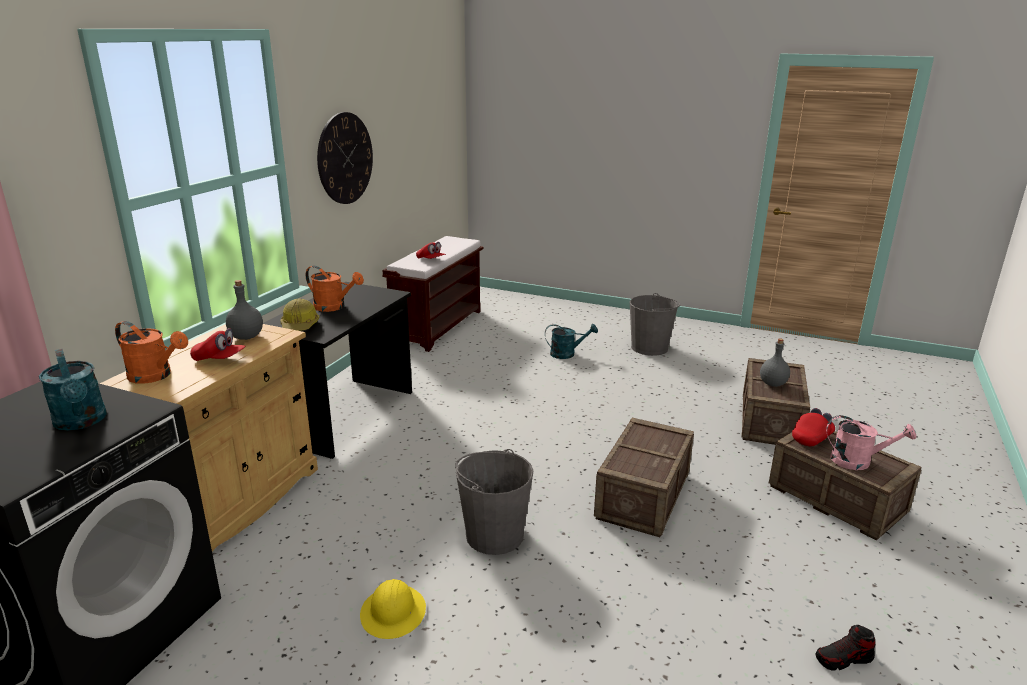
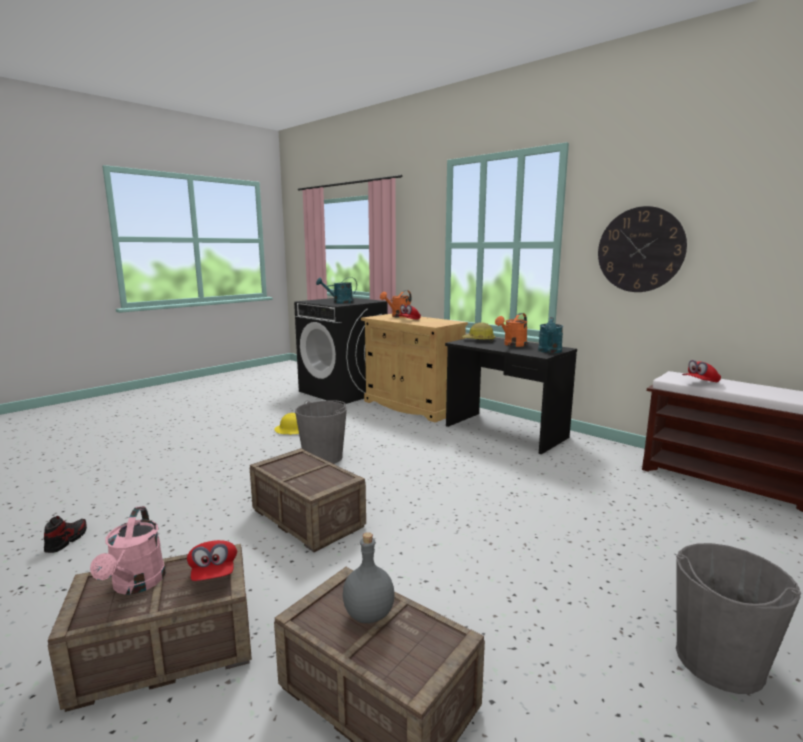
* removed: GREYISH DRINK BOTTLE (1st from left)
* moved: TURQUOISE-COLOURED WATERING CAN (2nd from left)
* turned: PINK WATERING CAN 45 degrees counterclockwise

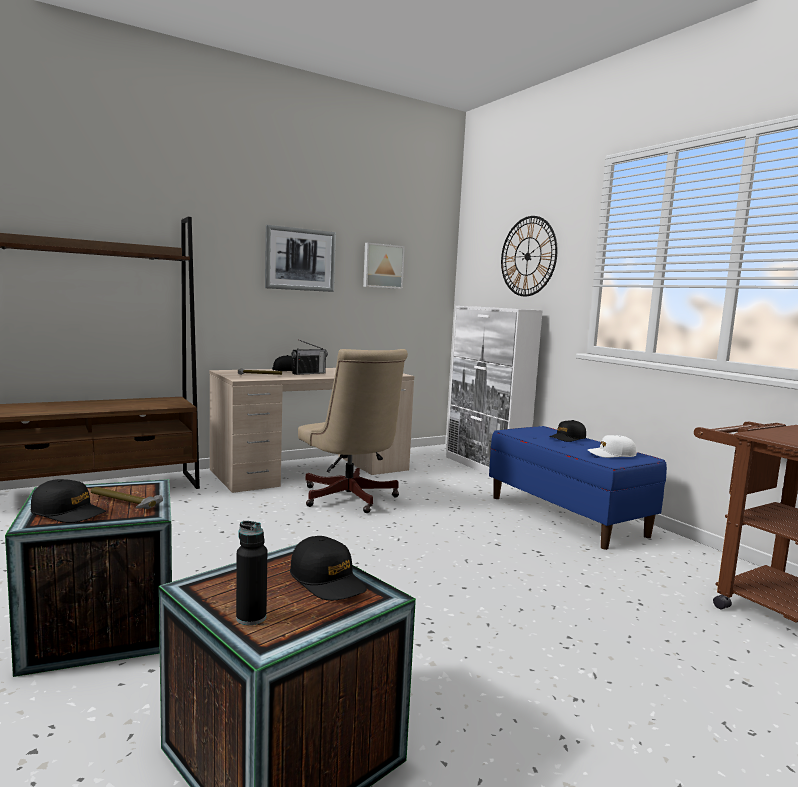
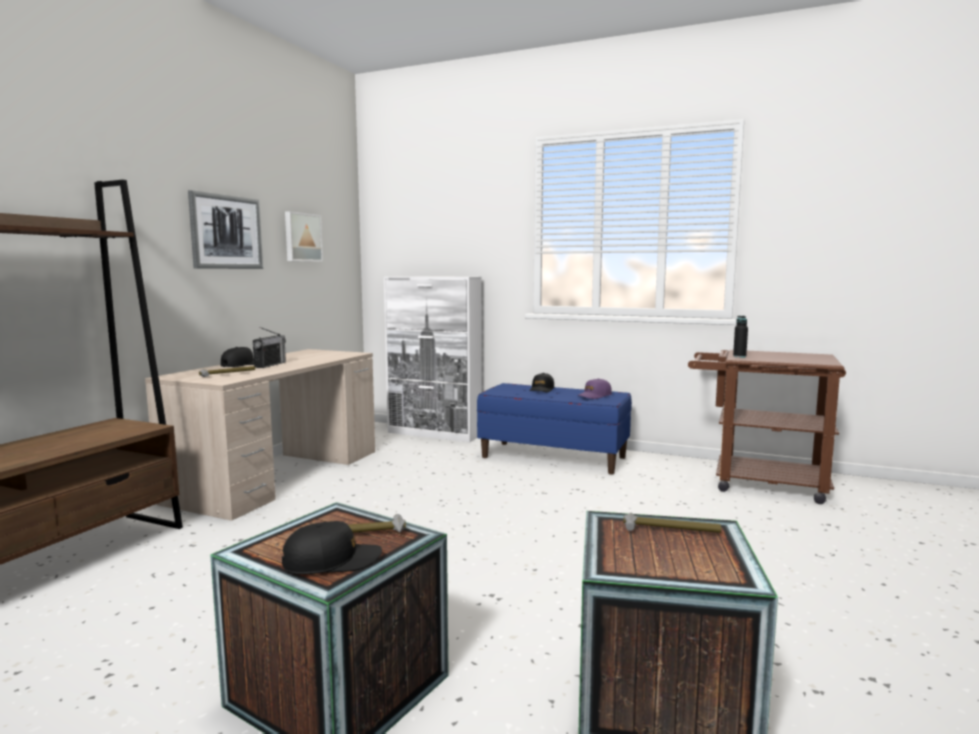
* moved: BLACK DRINK BOTTLE
* replaced: BLACK CAP (3rd from left) to HAND HAMMER (3rd from left)
* removed: SAND-COLOURED OFFICE CHAIR
* removed: CLOCK ON THE WALL
* recoloured: WHITE CAP to PURPLE-COLOURED CAP

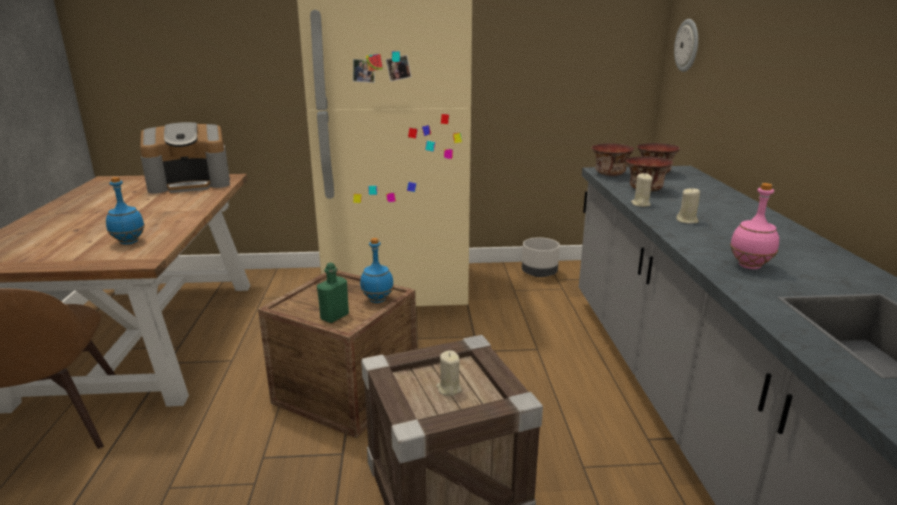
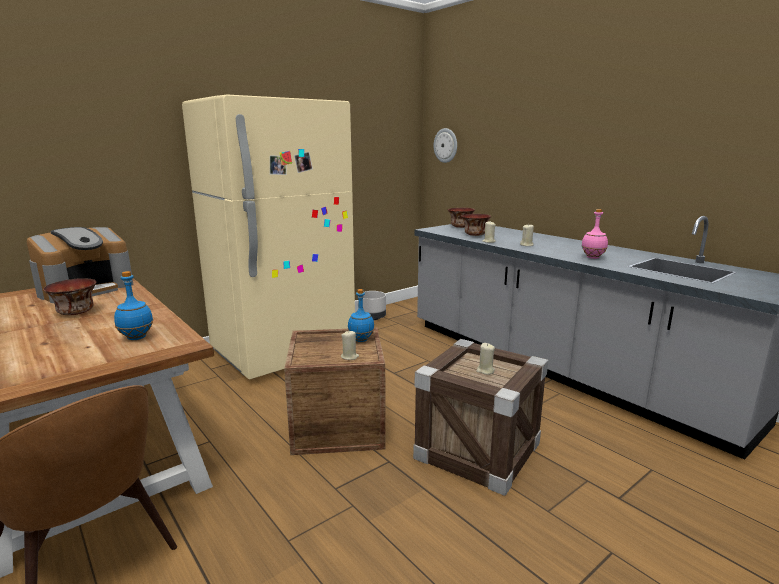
* replaced: GREENISH DRINK BOTTLE to SAND-COLOURED WAX LIGHT (1st from left)
* moved: SERVING BOWL (1st from left)

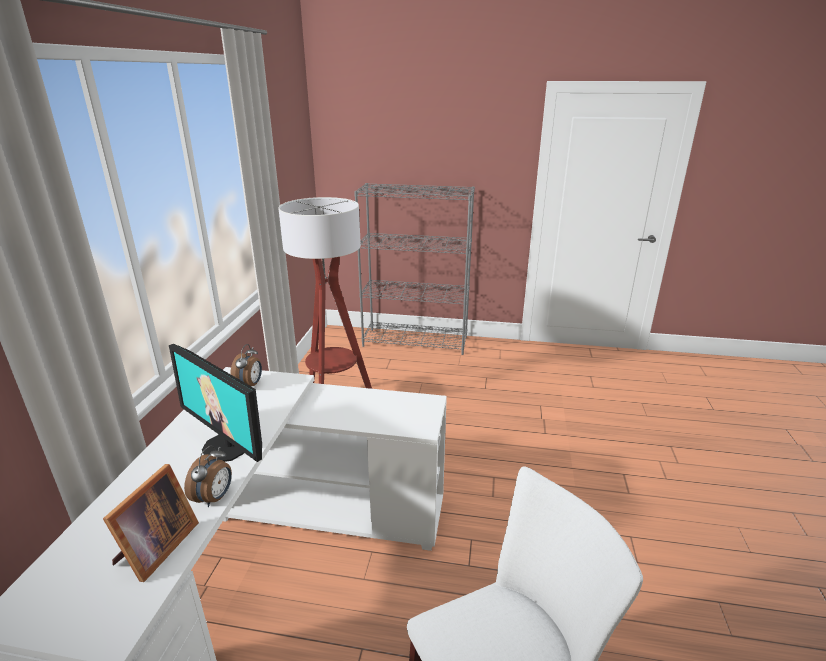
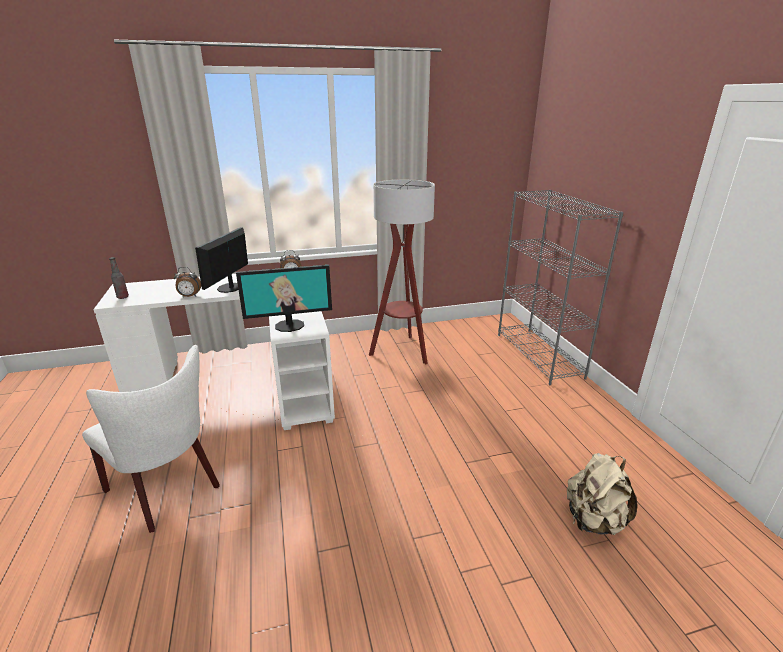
* removed: STANDING FRAME
* added: DRINK BOTTLE
* added: COMPUTER DISPLAY (2nd from left)
* added: SAND-COLOURED KNAPSACK

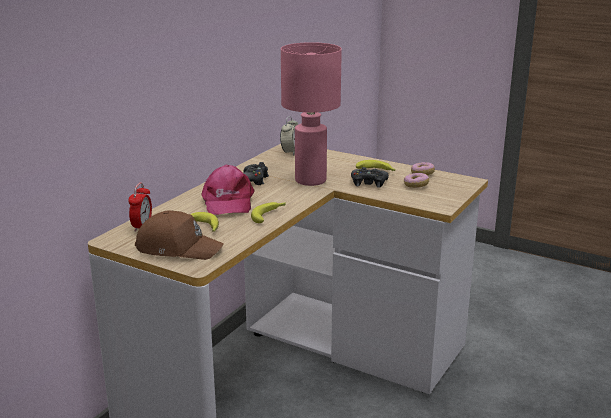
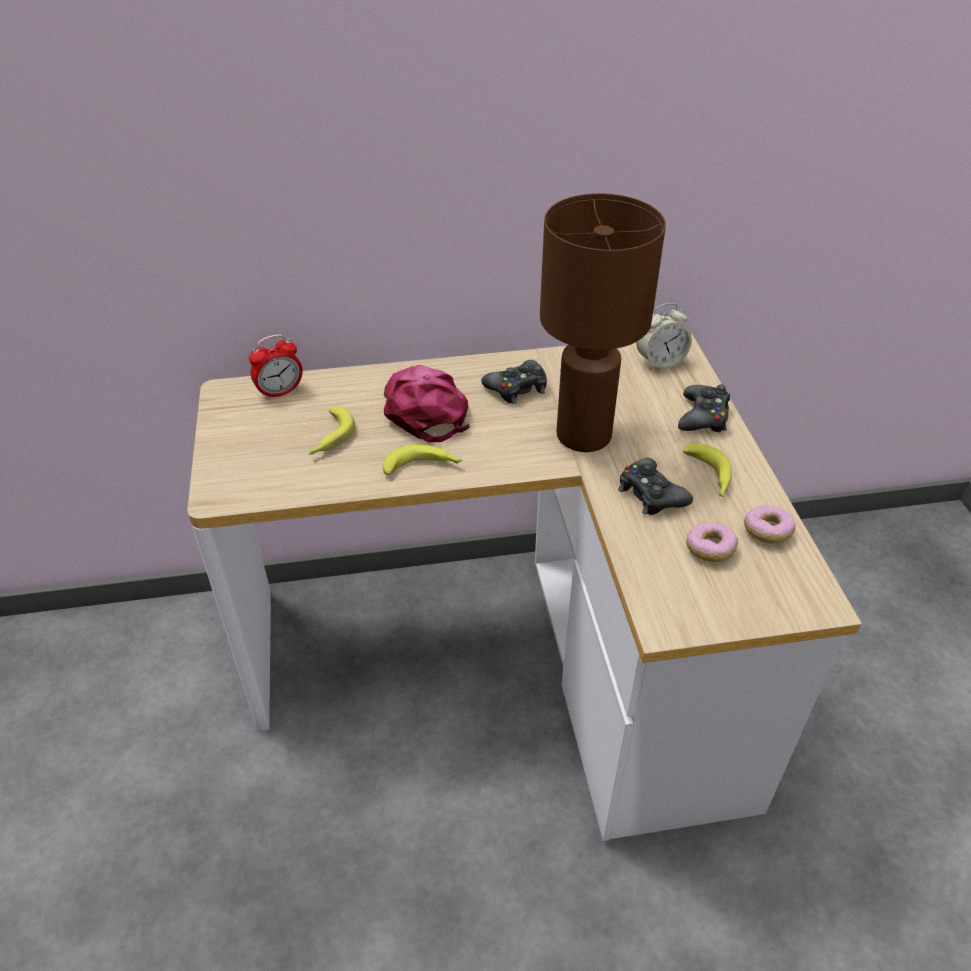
* removed: BROWN-COLOURED CAP
* turned: PINK CAP 120 degrees clockwise
* recoloured: PINK TABLE LAMP to BROWN-COLOURED TABLE LAMP
* added: BLACK GAME CONTROLLER (3rd from left)

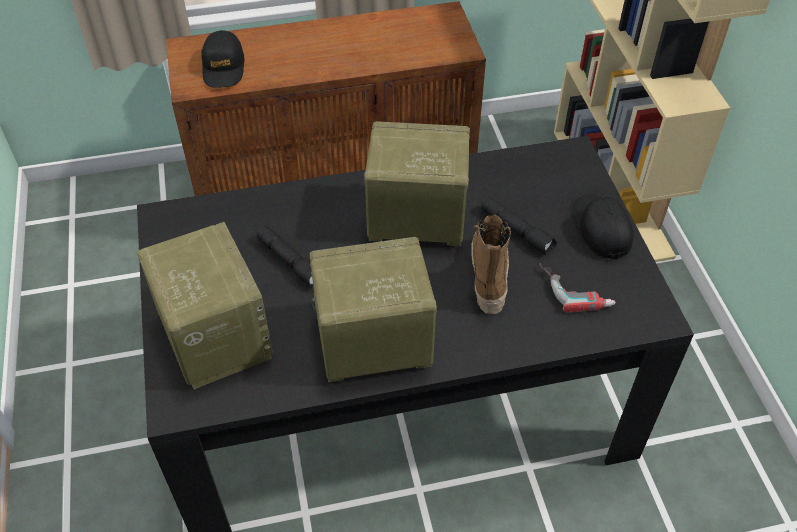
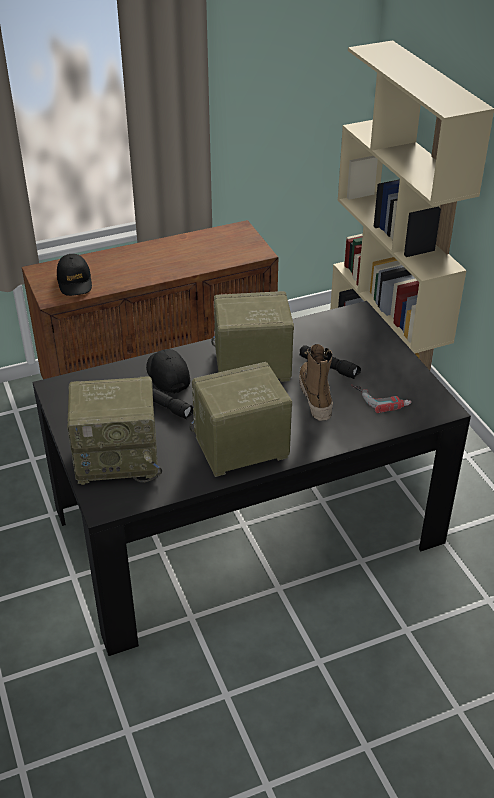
* turned: RADIO (1st from left) 120 degrees clockwise
* moved: BLACK CAP (2nd from left)

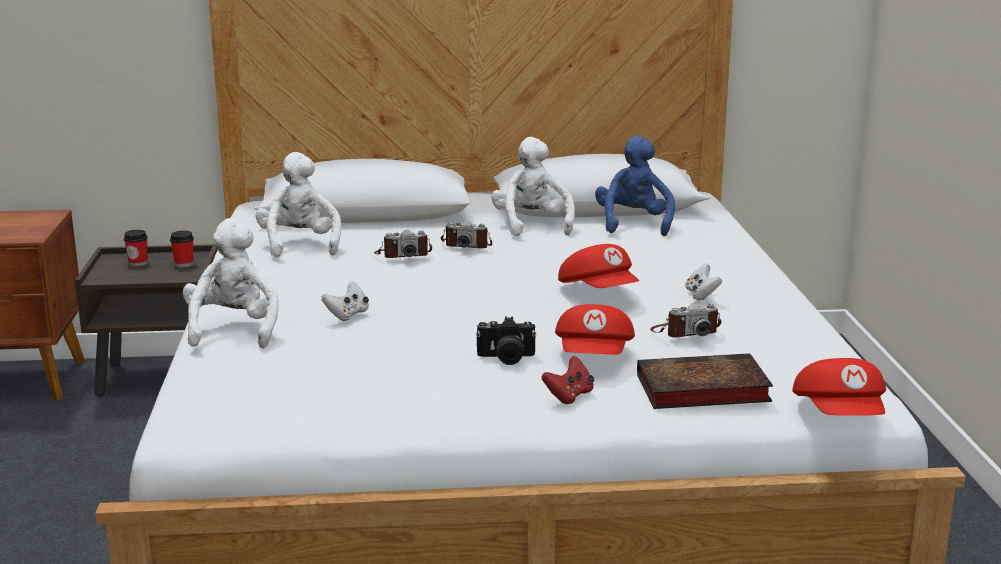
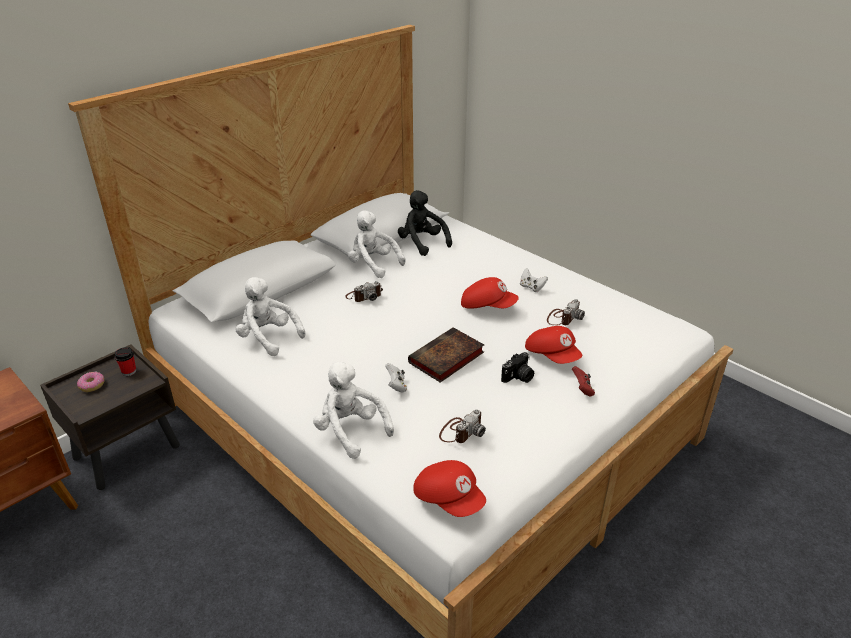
* replaced: CUP (1st from left) to DOUGHNUT
* moved: STILL CAMERA (1st from left in the first image) to STILL CAMERA (2nd from left)
* recoloured: BLUE PLUSH TOY to BLACK PLUSH TOY
* moved: VOLUME
* moved: REDDISH CAP (3rd from left in the first image) to REDDISH CAP (1st from left)

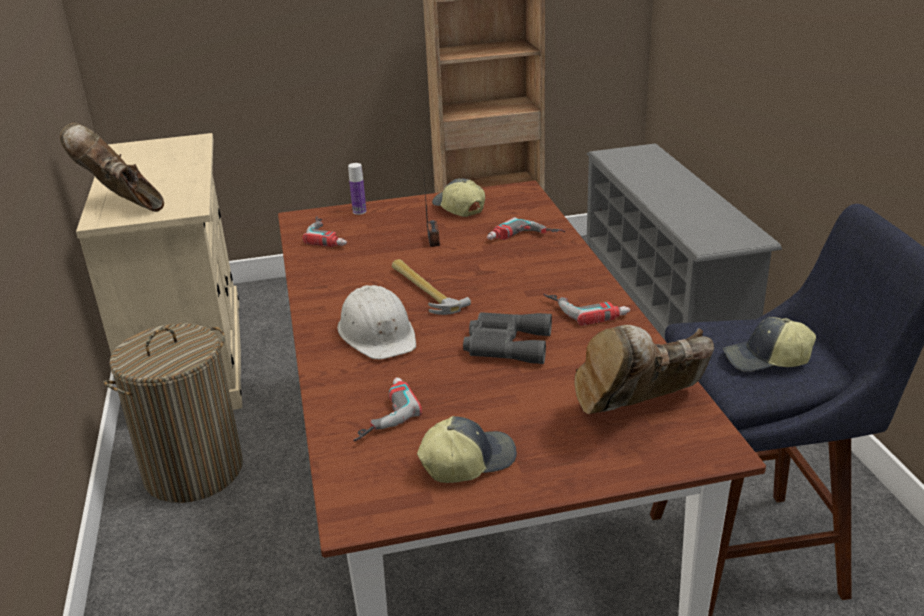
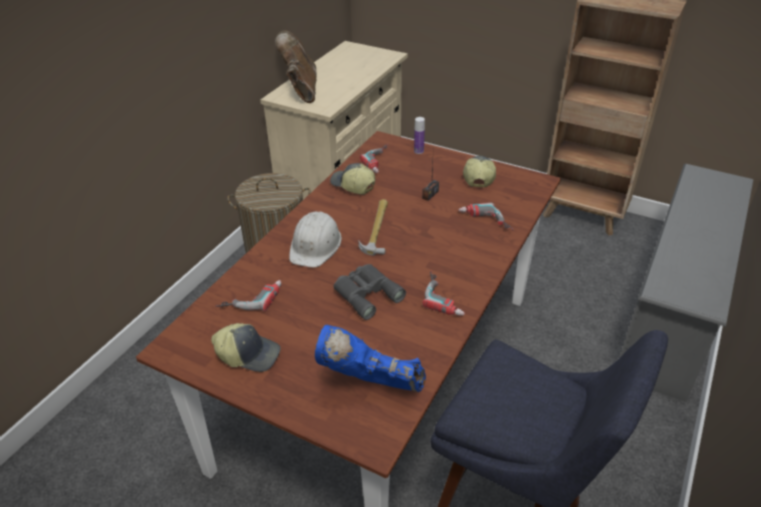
* recoloured: BROWN-COLOURED TALL BOOT (2nd from left) to BLUE TALL BOOT
* moved: CAP (3rd from left in the first image) to CAP (2nd from left)

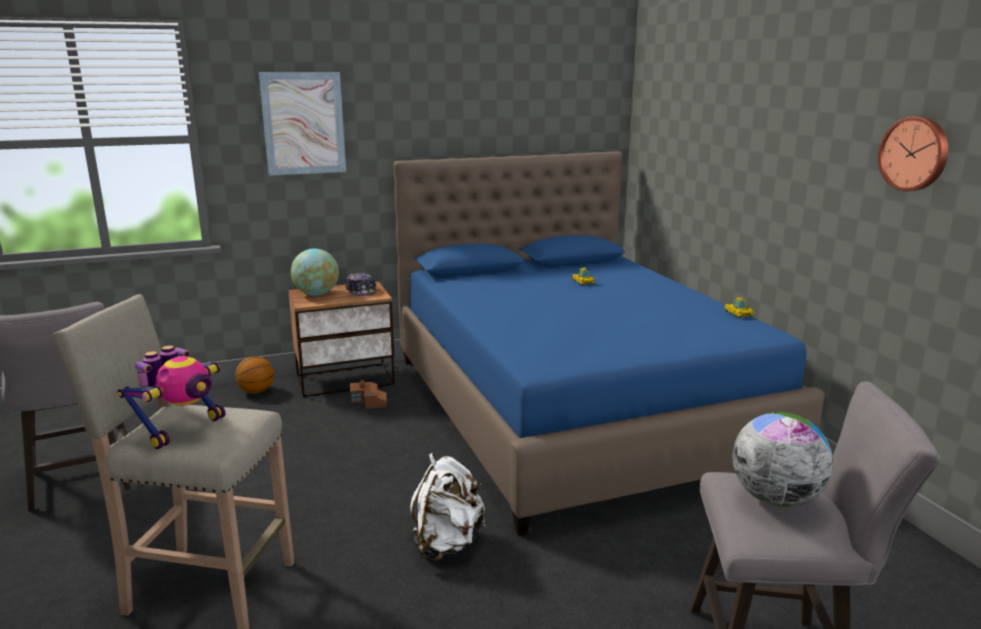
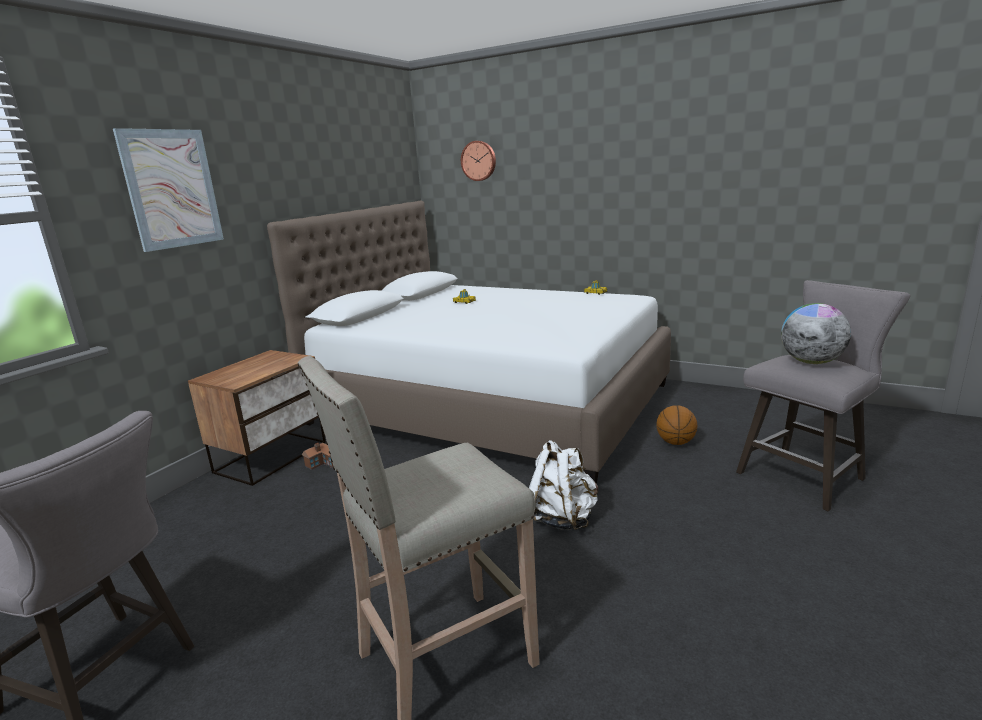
* removed: ROBOT FIGURE
* moved: BALL FOR BASKETBALL
* removed: GLOBE (1st from left)
* removed: CAP
* recoloured: BLUE SLEEPING BED to WHITE SLEEPING BED
* moved: CLOCK ON THE WALL

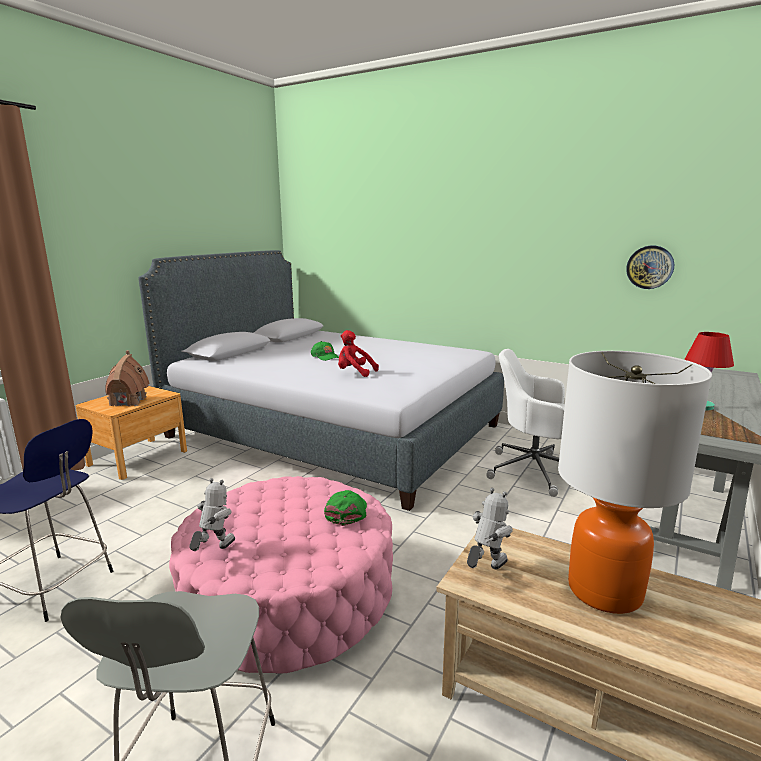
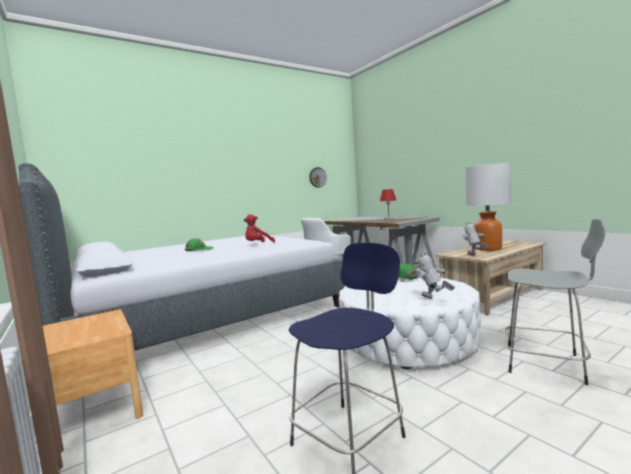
* removed: TOY HOUSE
* recoloured: PINK POUFFE to WHITE POUFFE

